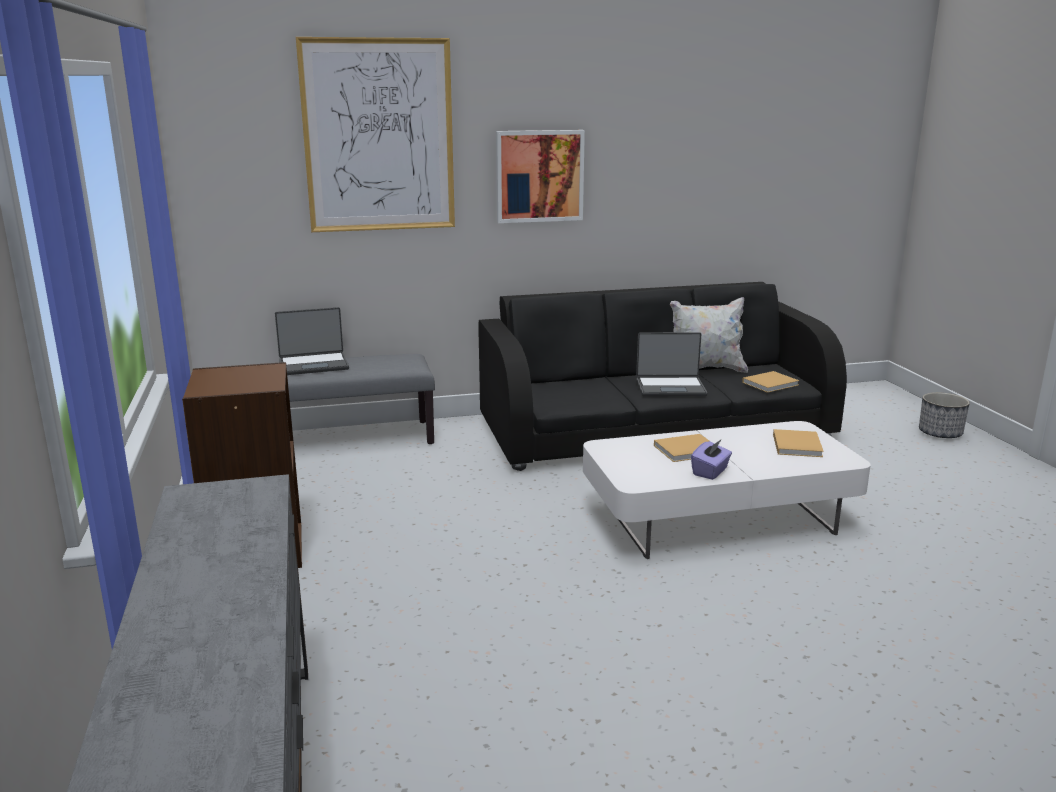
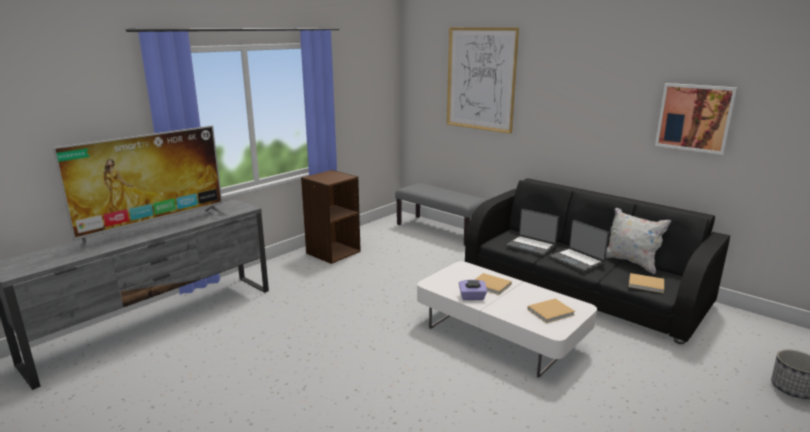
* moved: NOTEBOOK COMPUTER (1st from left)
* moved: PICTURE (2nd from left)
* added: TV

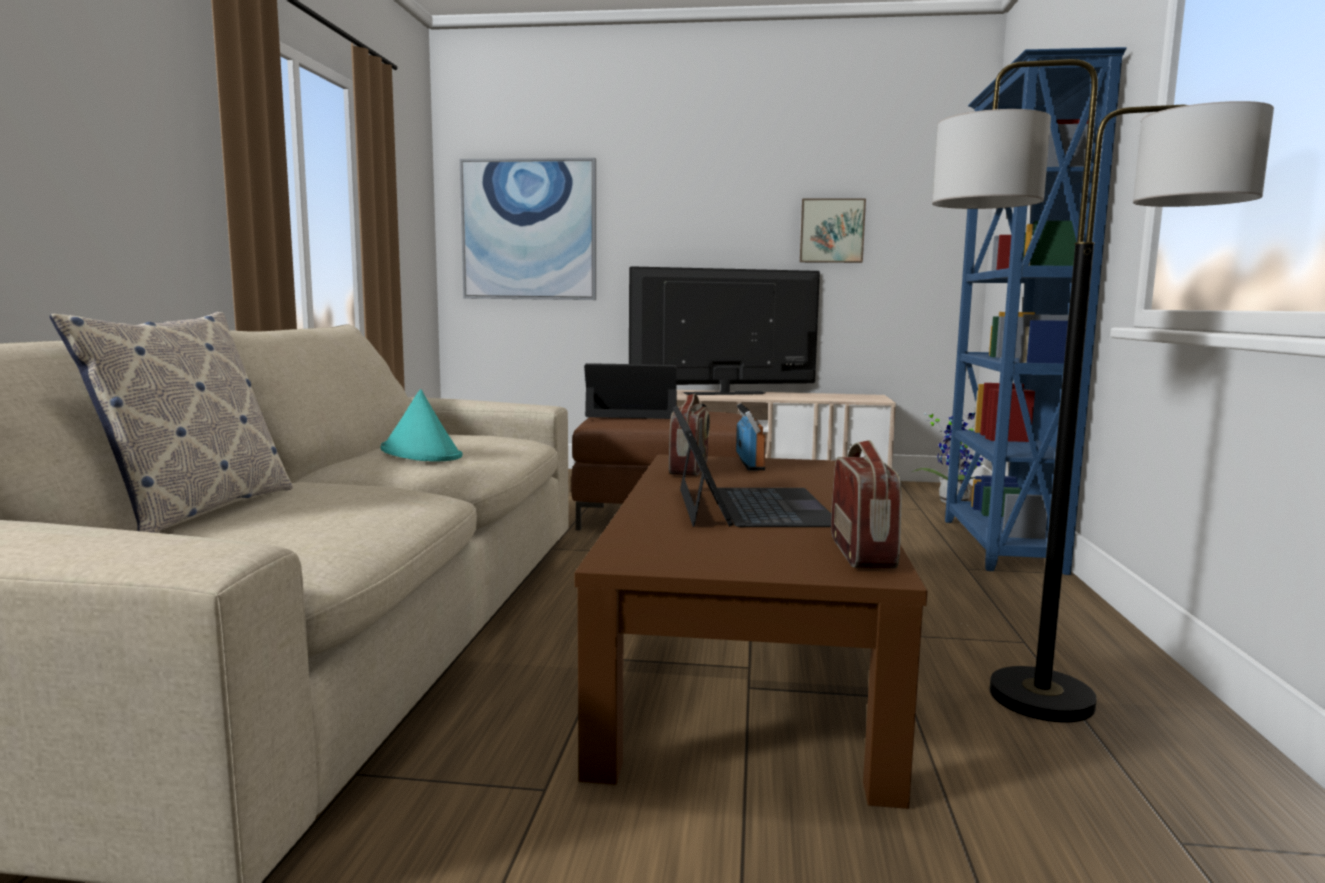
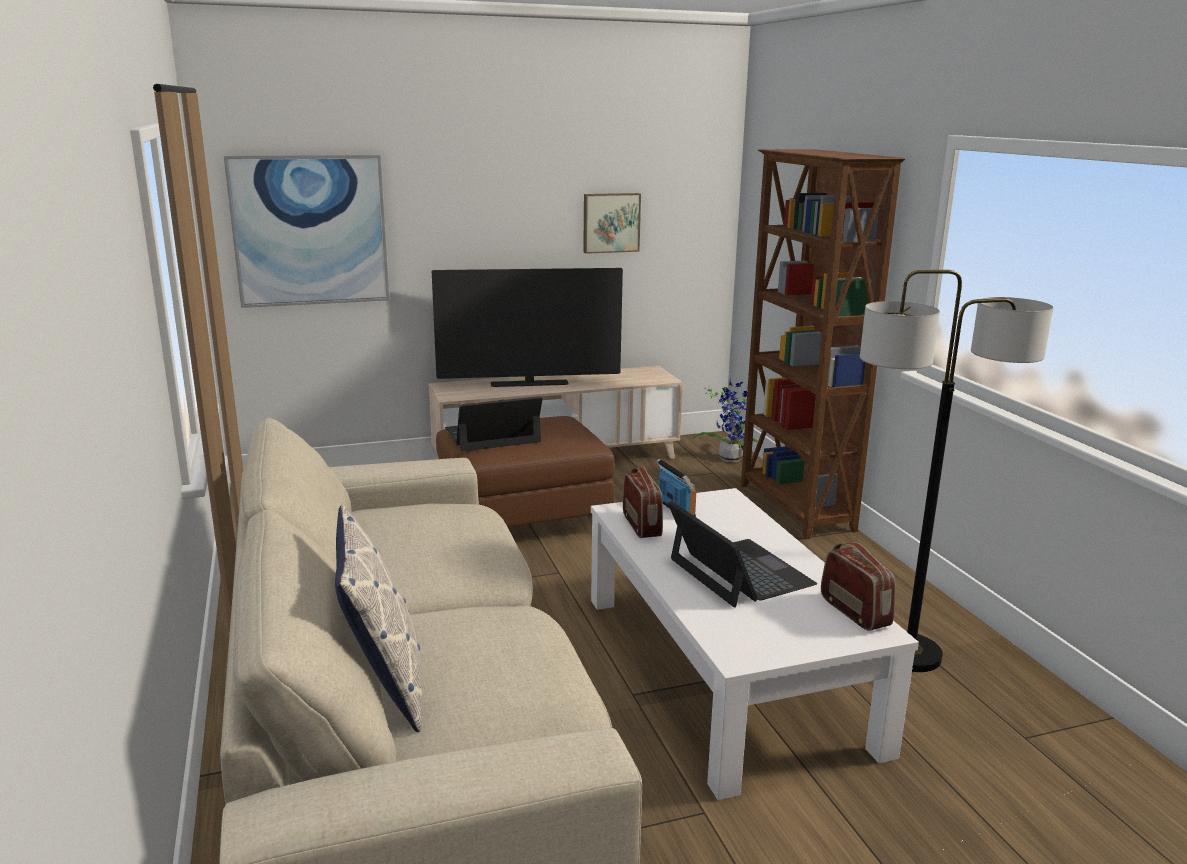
* removed: TURQUOISE-COLOURED WEARABLE HAT
* recoloured: BROWN-COLOURED LOW TABLE to WHITE LOW TABLE
* turned: TV 150 degrees counterclockwise
* recoloured: BLUE BOOKCASE to BROWN-COLOURED BOOKCASE

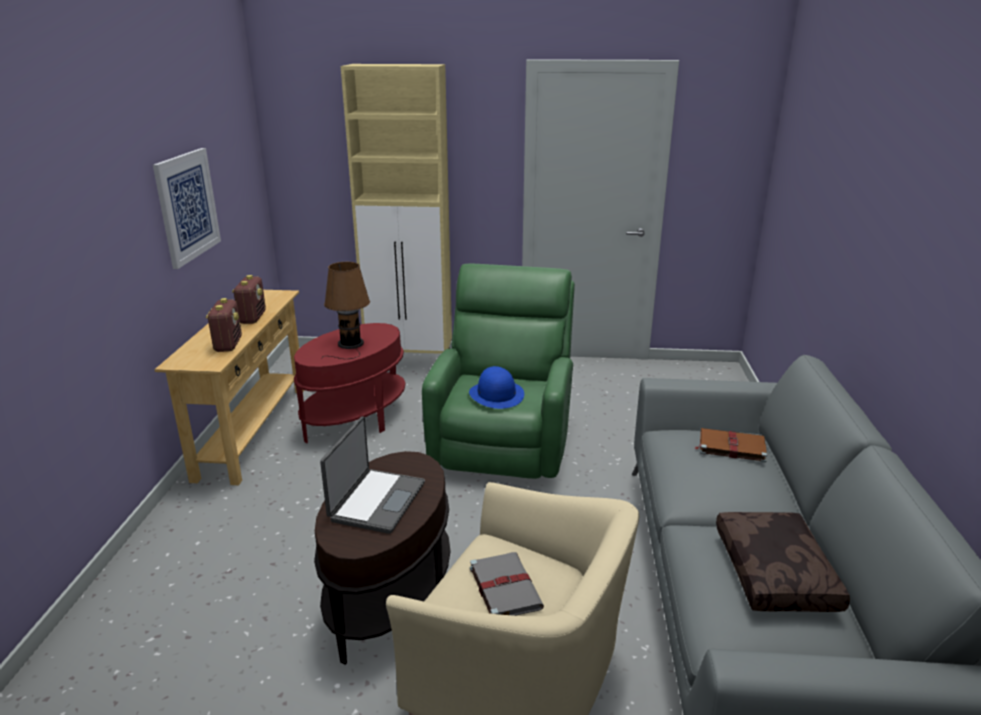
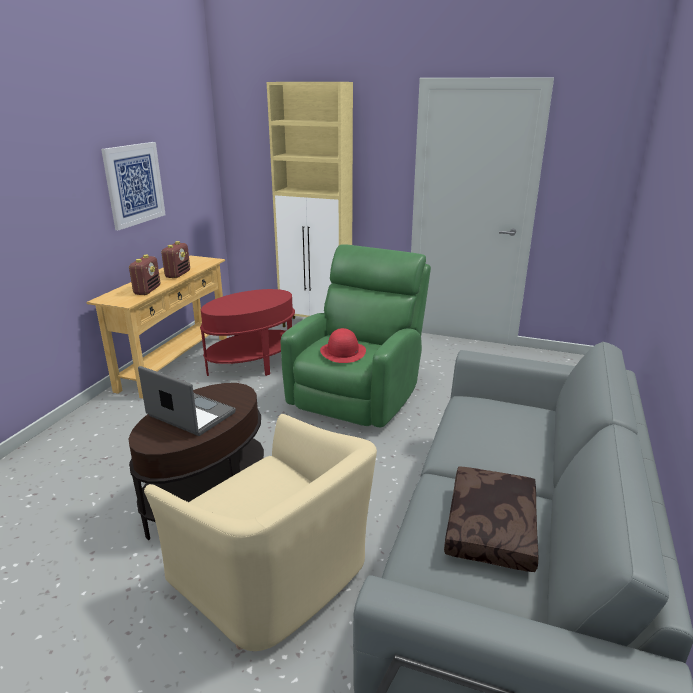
* turned: NOTEBOOK COMPUTER 90 degrees counterclockwise
* removed: BROWN-COLOURED TABLE LAMP
* recoloured: BLUE WEARABLE HAT to REDDISH WEARABLE HAT
* removed: GREYISH VOLUME
* removed: BROWN-COLOURED VOLUME

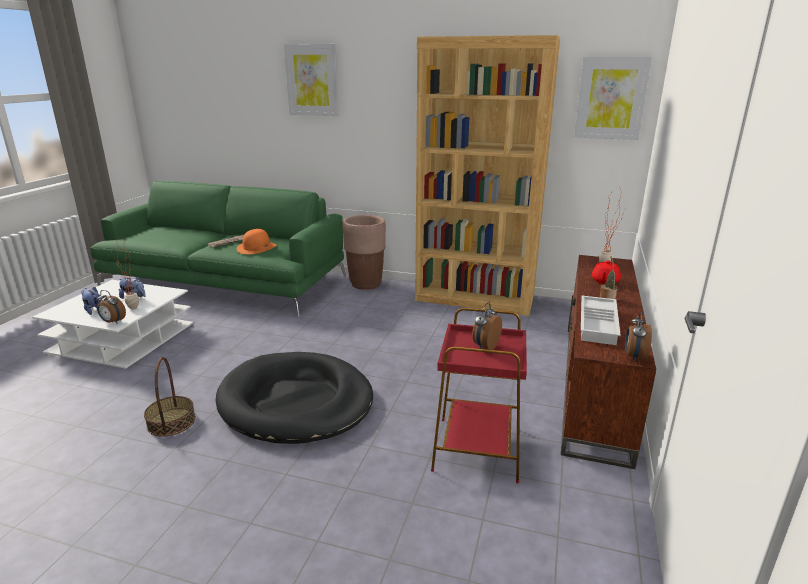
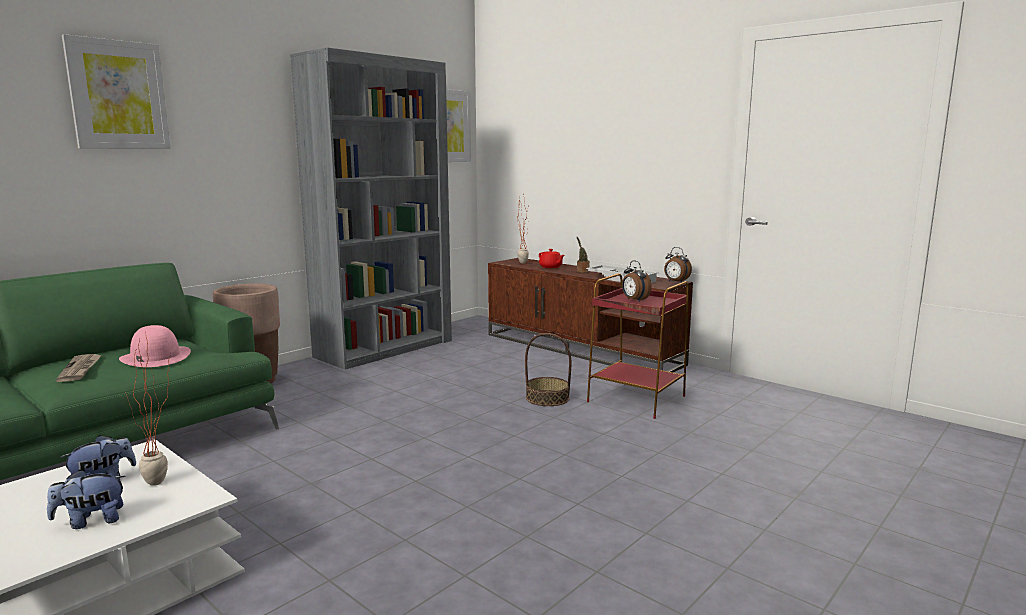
* removed: TABLE CLOCK (1st from left)
* moved: BASKET
* removed: BLACK PET BED
* recoloured: ORANGEY WEARABLE HAT to PINK WEARABLE HAT
* recoloured: BROWN-COLOURED BOOKCASE to GREYISH BOOKCASE

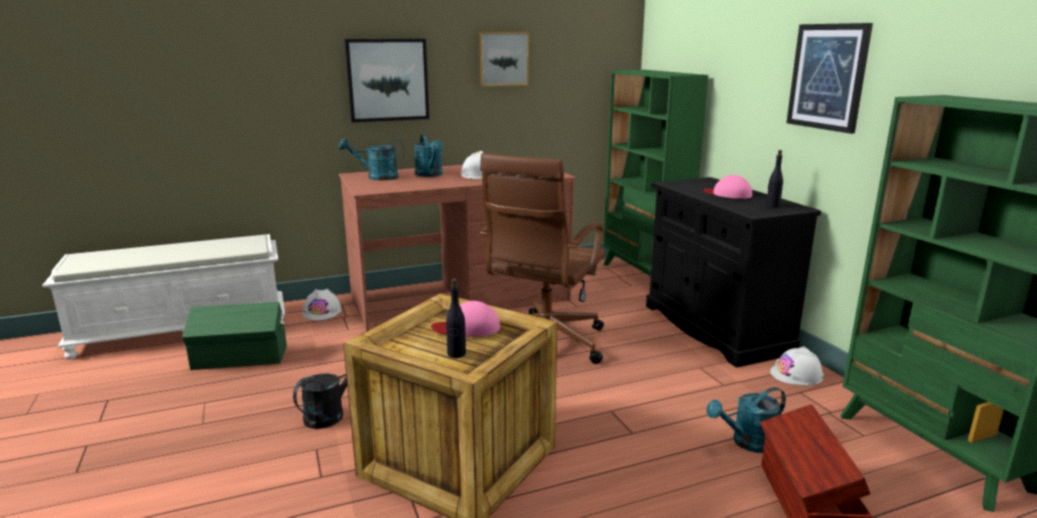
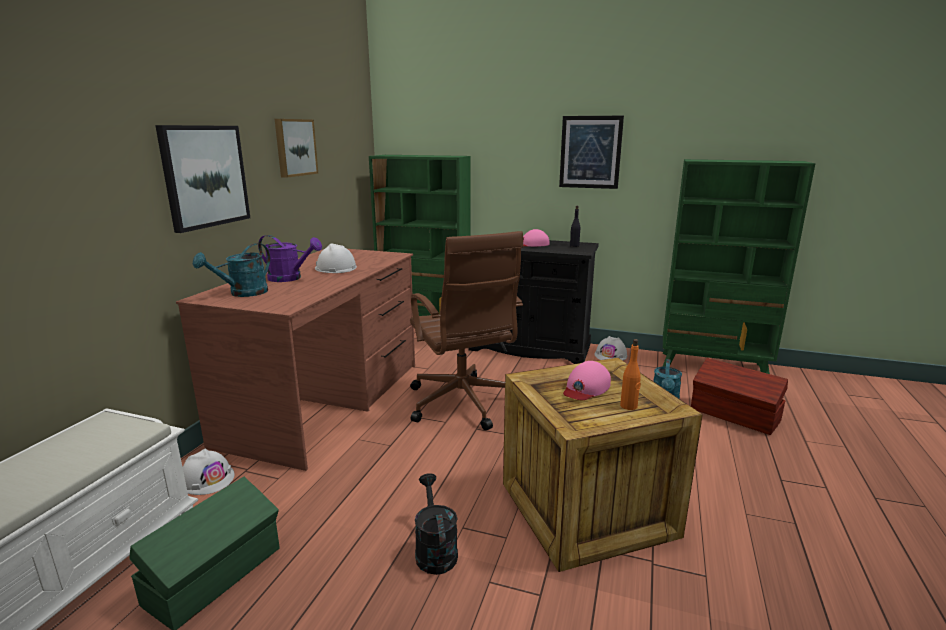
* recoloured: TURQUOISE-COLOURED WATERING CAN (2nd from left) to PURPLE-COLOURED WATERING CAN
* recoloured: BLACK DRINK BOTTLE (1st from left) to ORANGEY DRINK BOTTLE

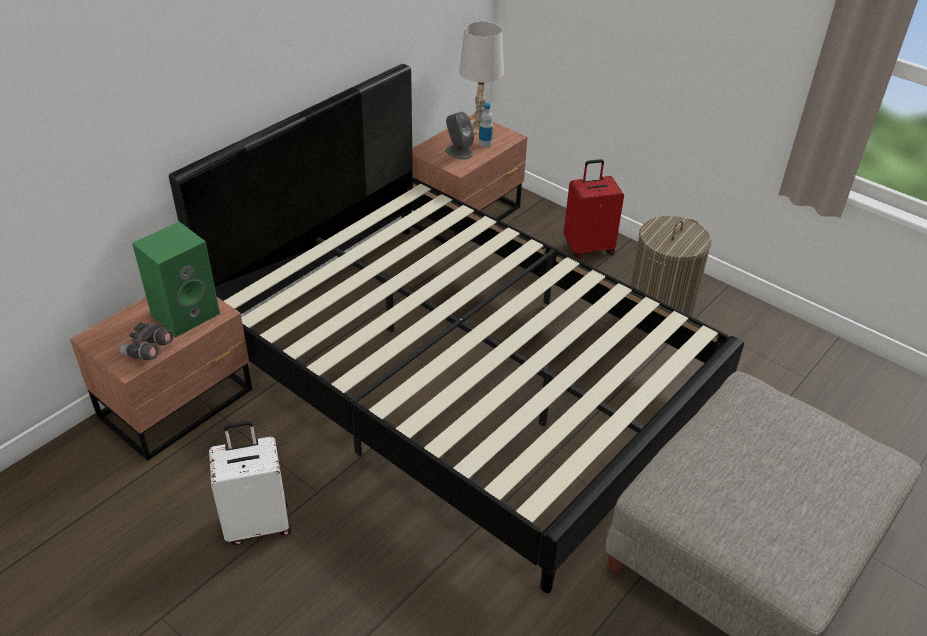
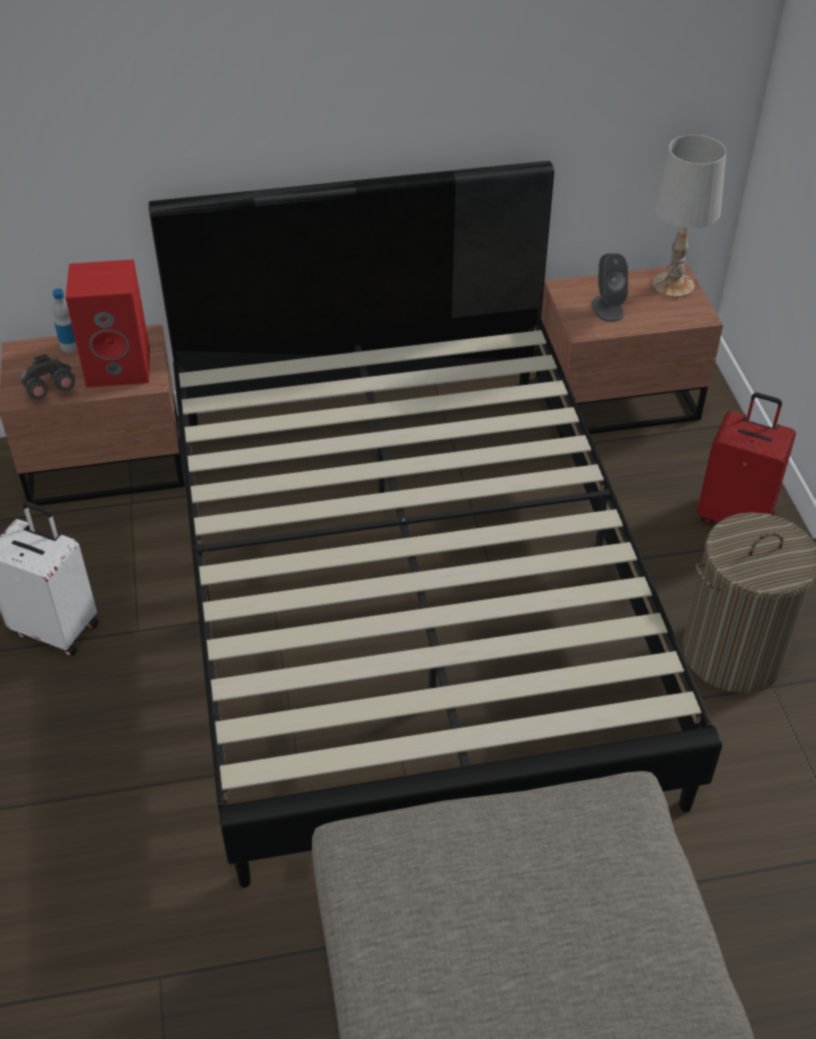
* recoloured: GREENISH AUDIO SPEAKER to REDDISH AUDIO SPEAKER
* moved: DRINK BOTTLE

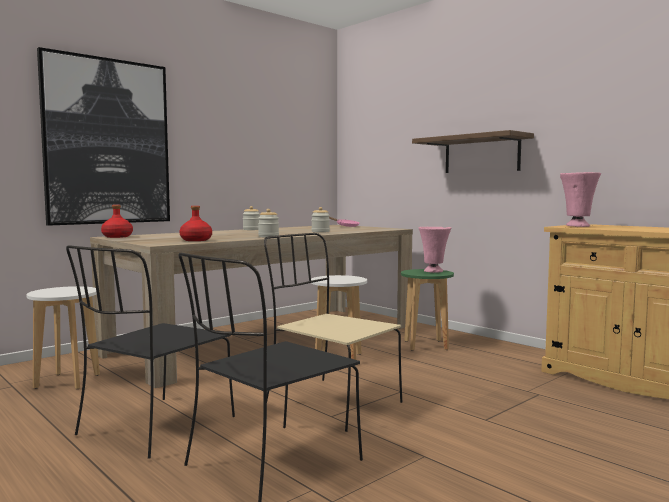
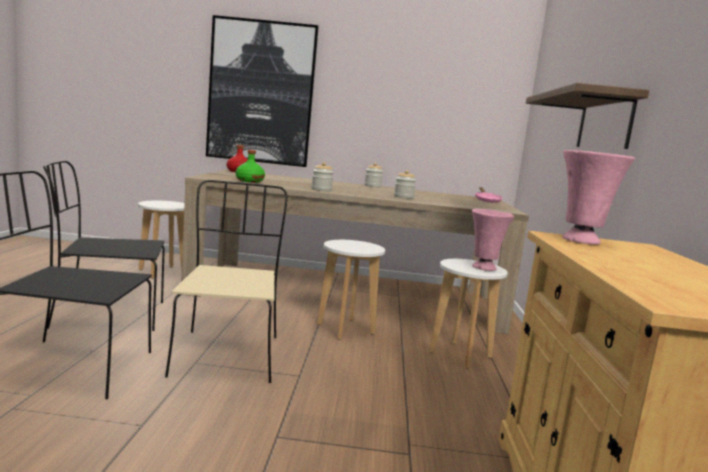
* recoloured: REDDISH DRINK BOTTLE (2nd from left) to GREENISH DRINK BOTTLE
* recoloured: GREENISH STOOL SEAT to WHITE STOOL SEAT (3rd from left)

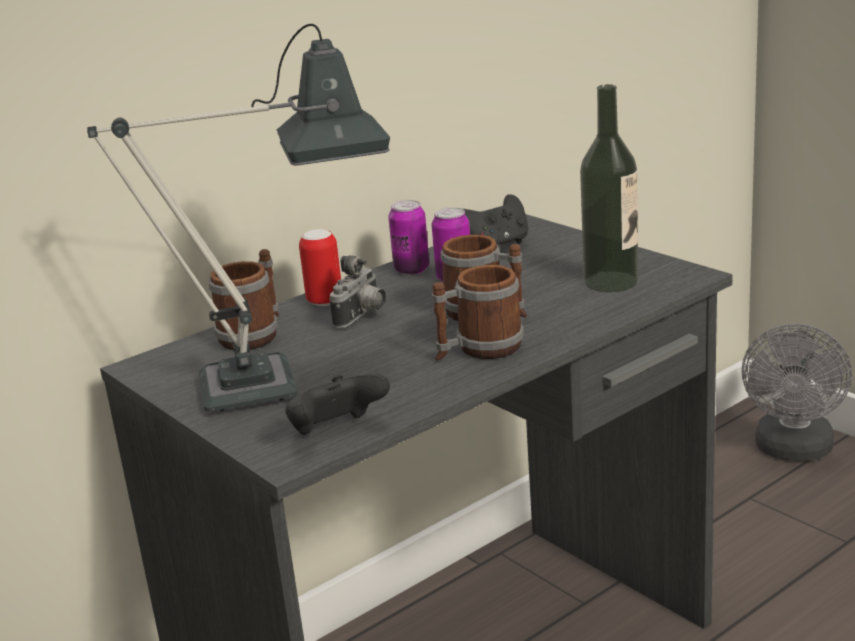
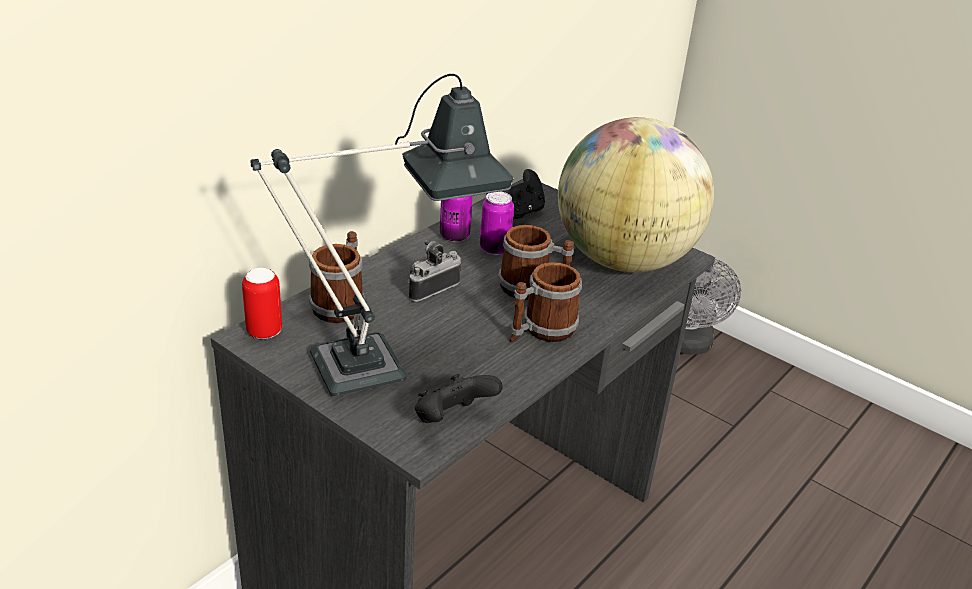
* moved: METAL CAN (1st from left)
* turned: STILL CAMERA 150 degrees counterclockwise
* replaced: DRINK BOTTLE to GLOBE

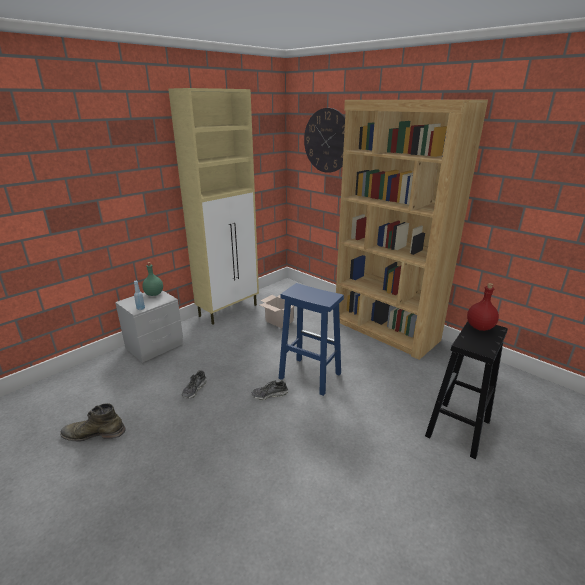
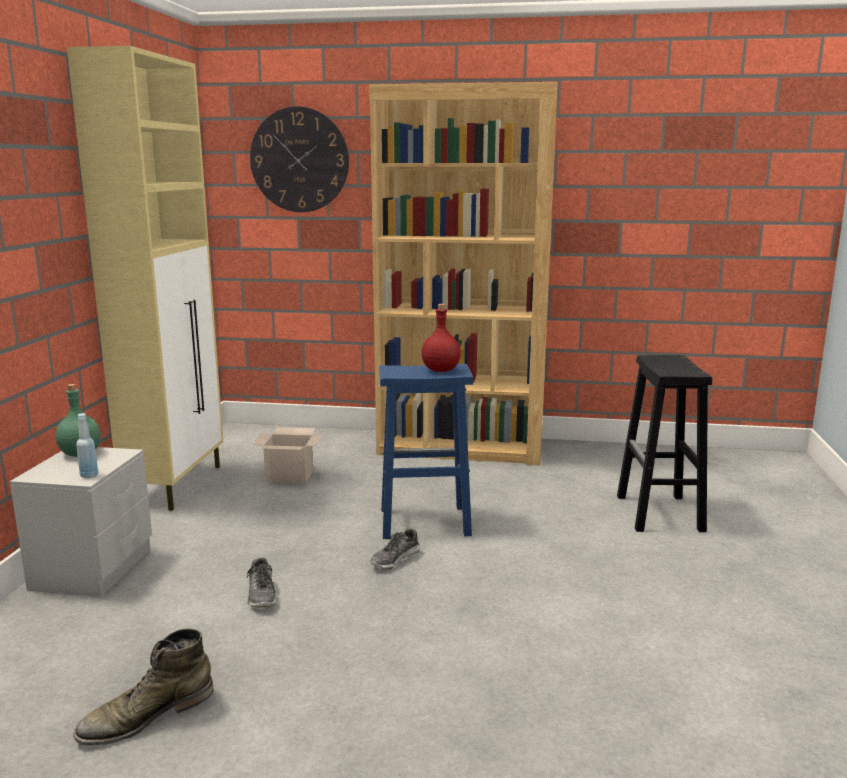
* moved: REDDISH DRINK BOTTLE

